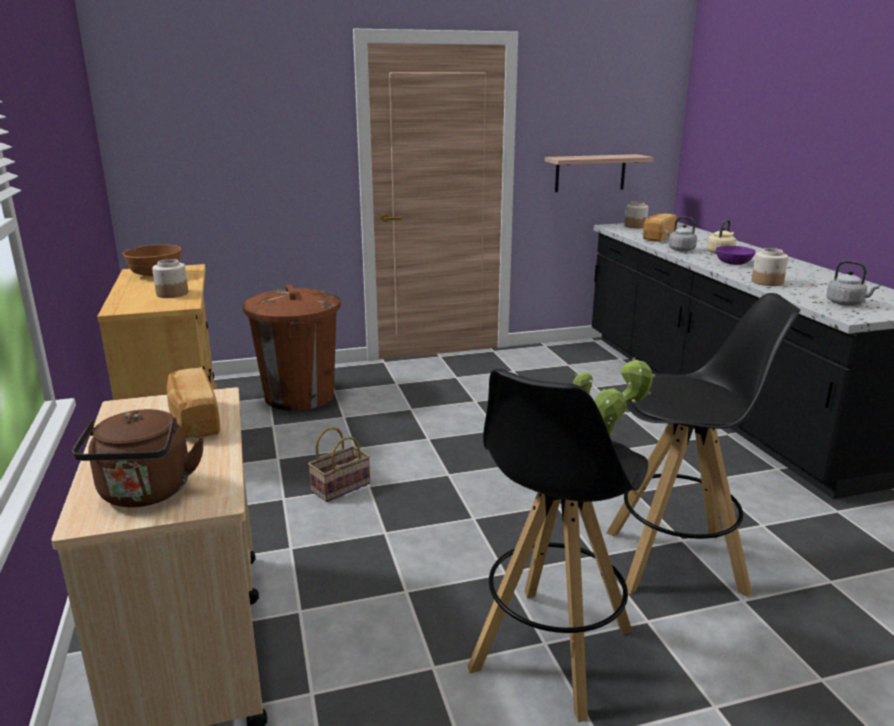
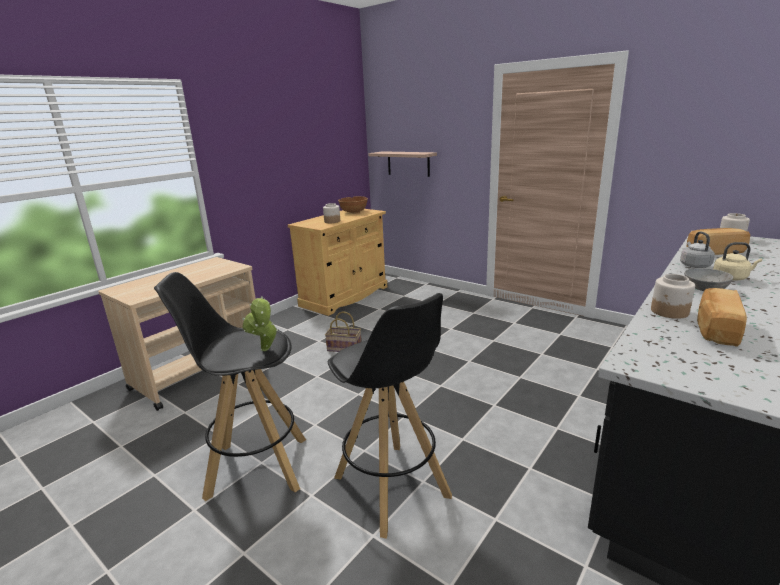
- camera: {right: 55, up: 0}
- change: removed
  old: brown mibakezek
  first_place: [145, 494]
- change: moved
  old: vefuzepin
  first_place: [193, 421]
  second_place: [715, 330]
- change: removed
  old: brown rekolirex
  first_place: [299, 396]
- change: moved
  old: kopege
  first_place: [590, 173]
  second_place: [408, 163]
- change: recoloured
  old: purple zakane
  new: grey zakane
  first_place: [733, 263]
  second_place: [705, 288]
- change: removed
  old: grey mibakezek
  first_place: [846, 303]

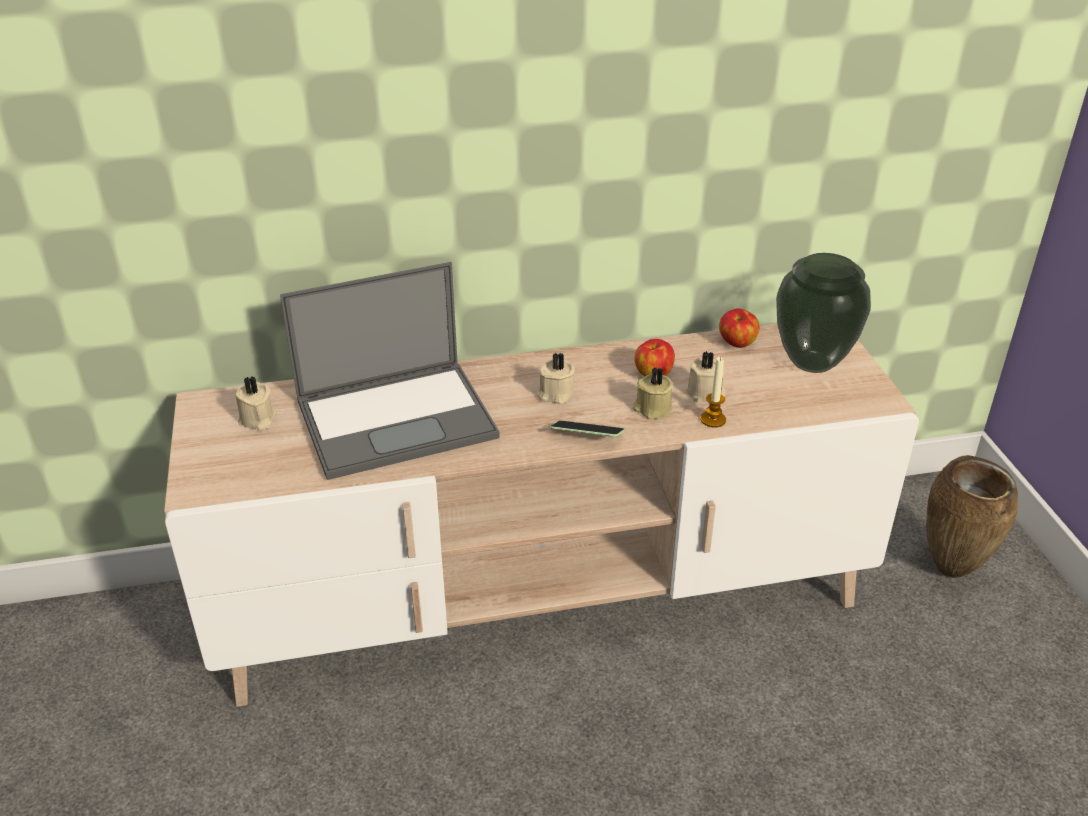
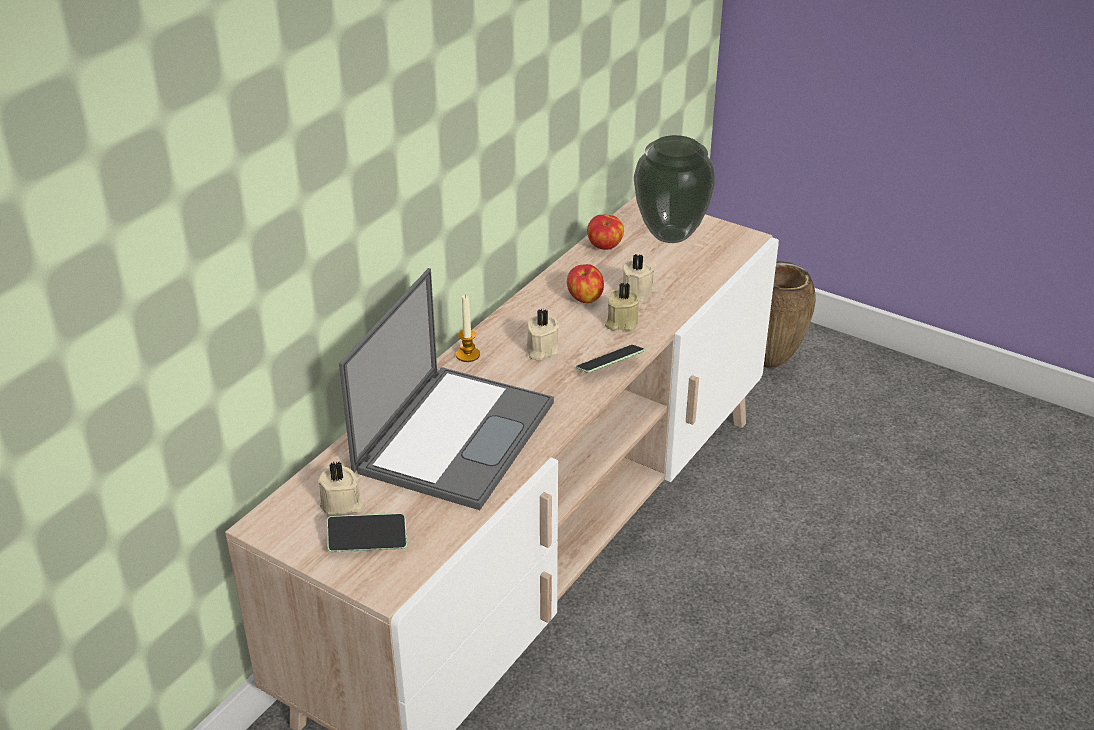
- camera: {right: -45, up: 0}
- change: moved
  old: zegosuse
  first_place: [713, 419]
  second_place: [467, 355]
- change: added
  new: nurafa
  second_place: [367, 541]

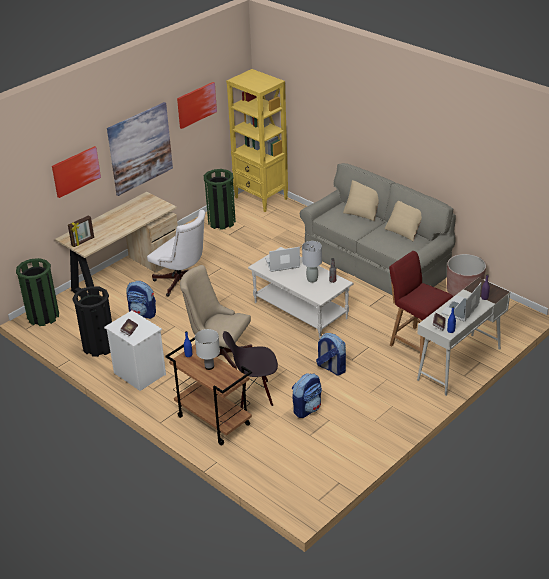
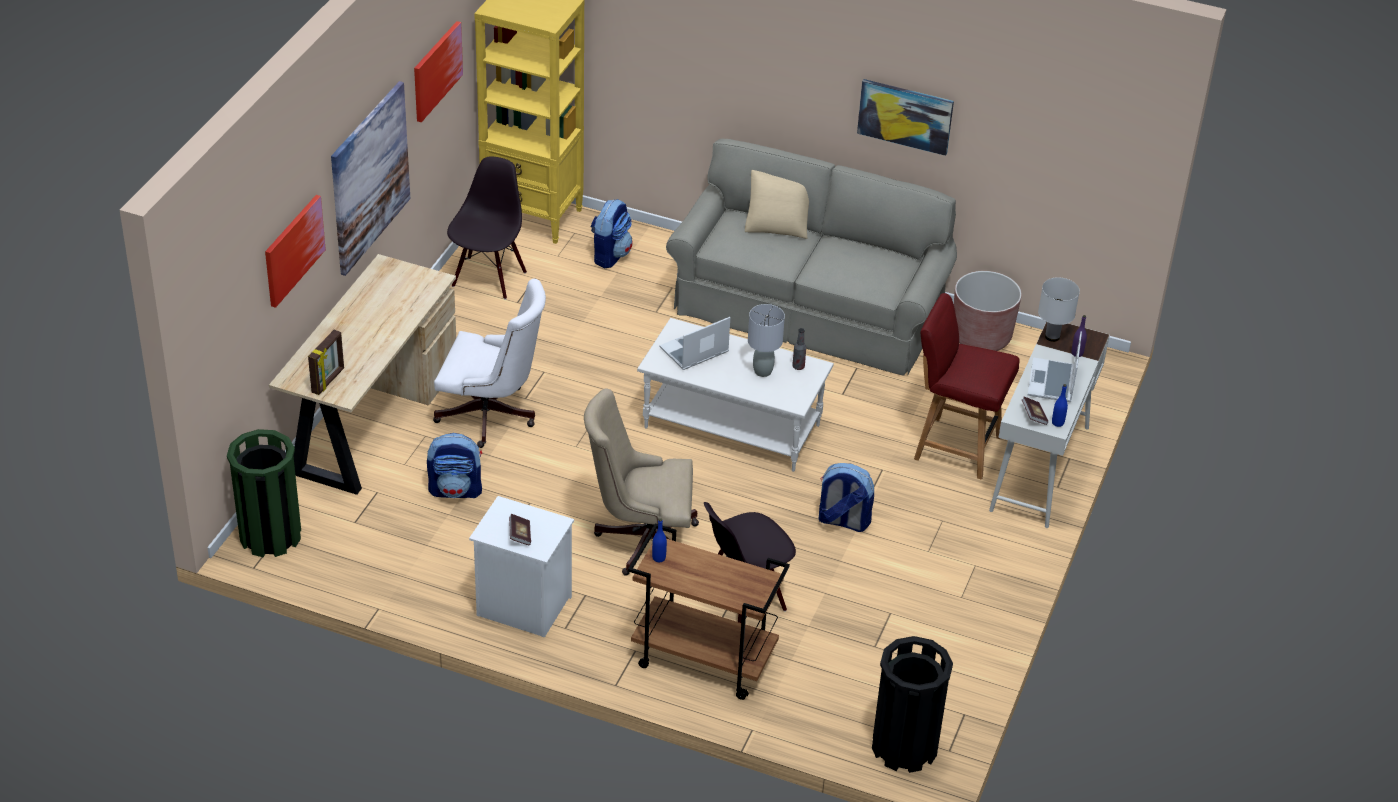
- camera: {right: -25, up: 5}
- change: moved
  old: black rekolirex
  first_place: [99, 346]
  second_place: [904, 746]
- change: moved
  old: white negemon
  first_place: [209, 366]
  second_place: [1052, 336]
- change: replaced
  old: green rekolirex
  new: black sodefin
  first_place: [221, 222]
  second_place: [488, 278]
- change: moved
  old: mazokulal
  first_place: [307, 409]
  second_place: [610, 255]
- change: removed
  old: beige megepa
  first_place: [405, 231]
- change: added
  new: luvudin
  second_place: [905, 116]

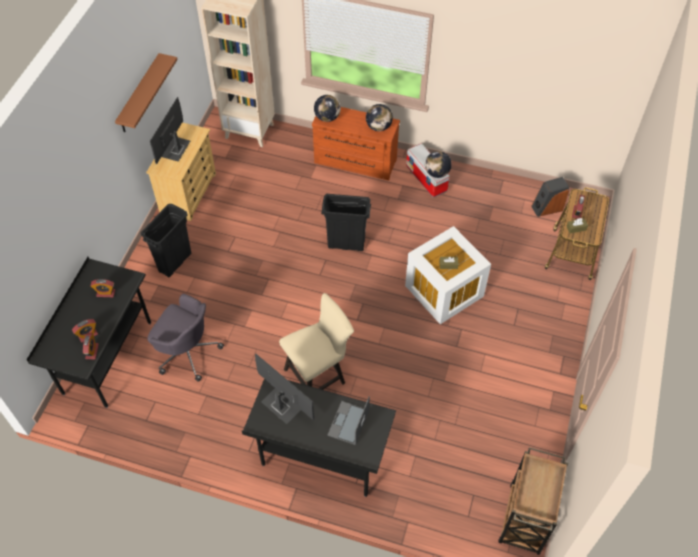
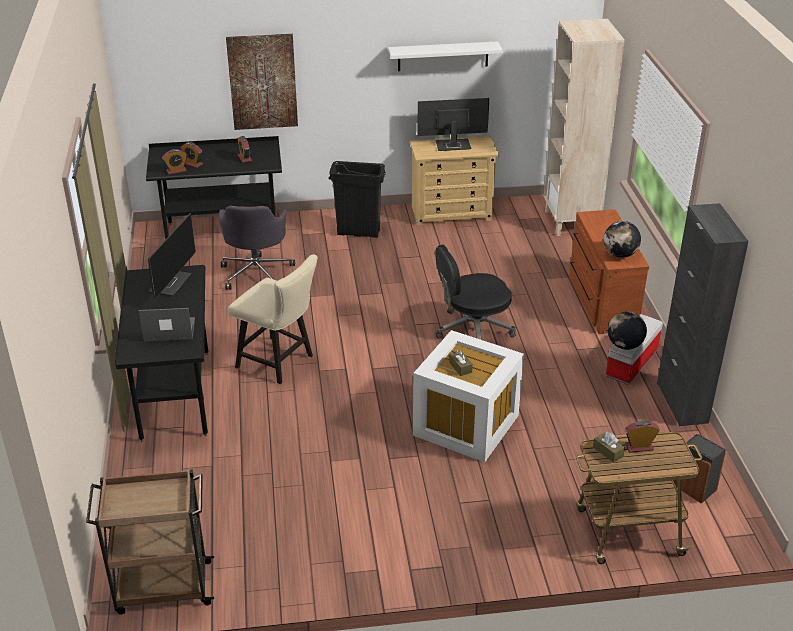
- camera: {right: 65, up: -20}
- change: recoloured
  old: brown kopege
  new: white kopege
  first_place: [139, 94]
  second_place: [443, 56]
- change: removed
  old: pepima
  first_place: [327, 117]
- change: replaced
  old: black rekolirex
  new: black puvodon
  first_place: [346, 244]
  second_place: [472, 330]
- change: added
  new: luvudin
  second_place: [262, 82]
- change: added
  new: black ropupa
  second_place: [682, 403]

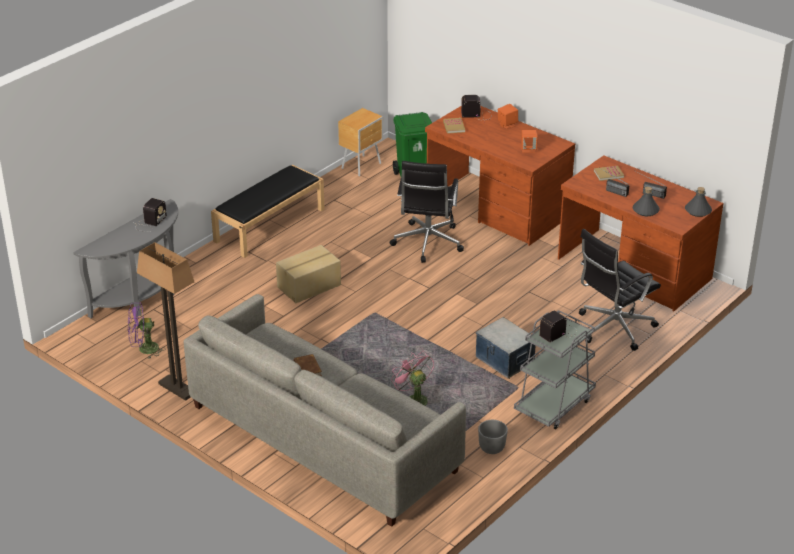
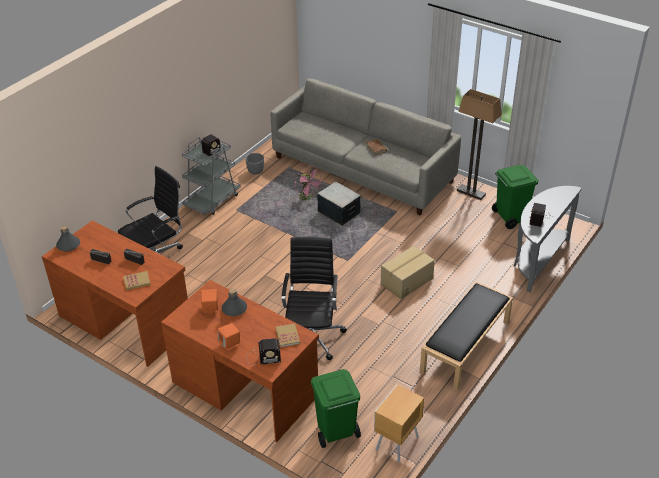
- camera: {right: 175, up: 5}
- change: replaced
  old: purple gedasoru
  new: green rekolirex
  first_place: [144, 349]
  second_place: [510, 218]
- change: moved
  old: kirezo
  first_place: [504, 360]
  second_place: [339, 212]
- change: moved
  old: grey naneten
  first_place: [645, 210]
  second_place: [234, 309]

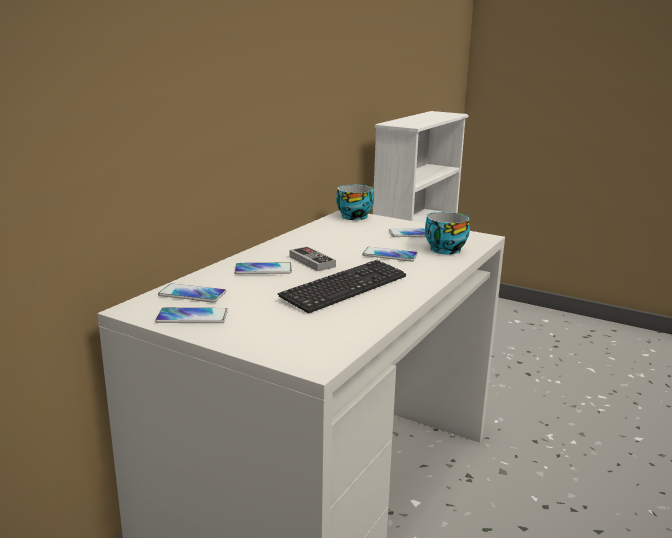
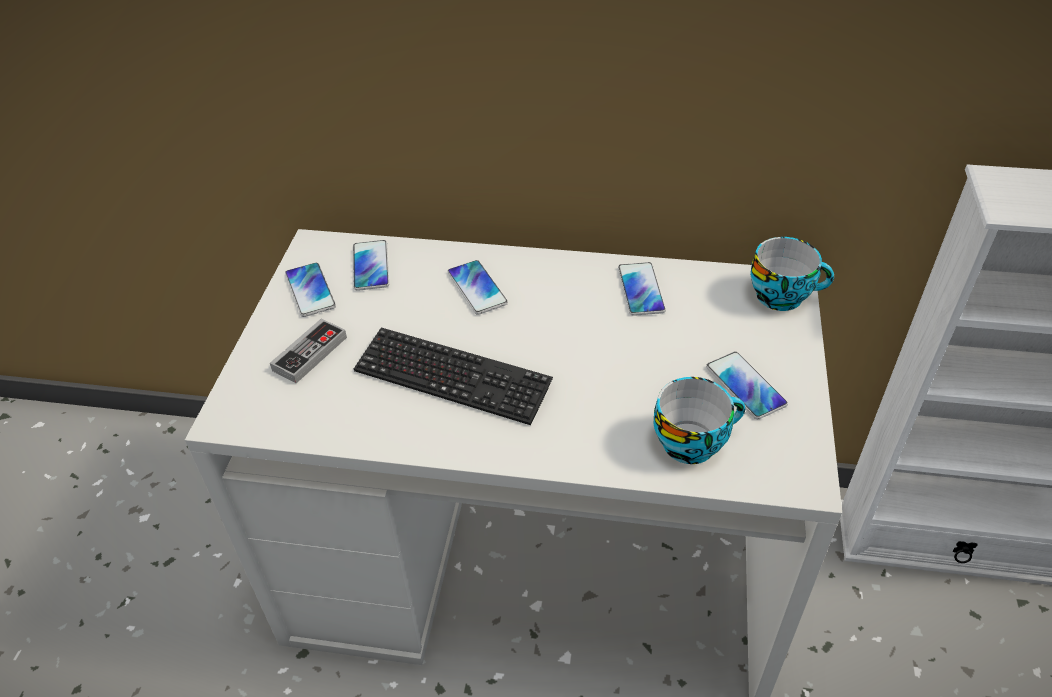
- camera: {right: 70, up: 25}
- change: moved
  old: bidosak
  first_place: [312, 262]
  second_place: [310, 354]
- change: moved
  old: nurafa
  first_place: [390, 255]
  second_place: [640, 290]

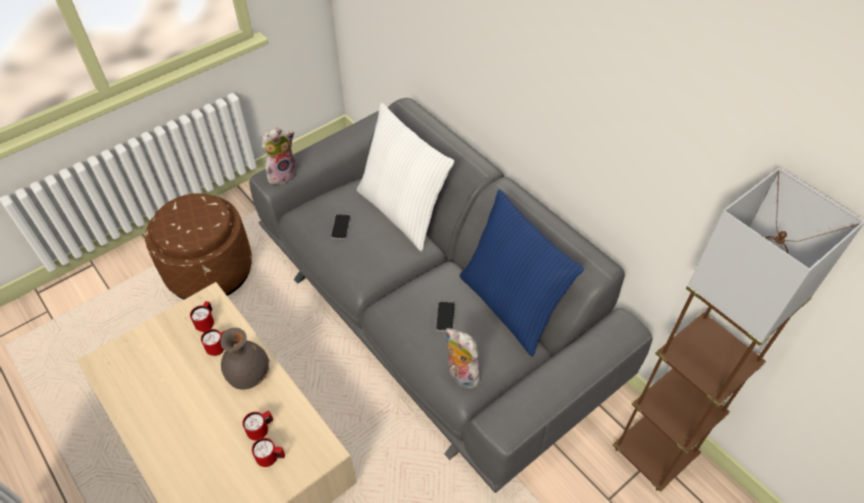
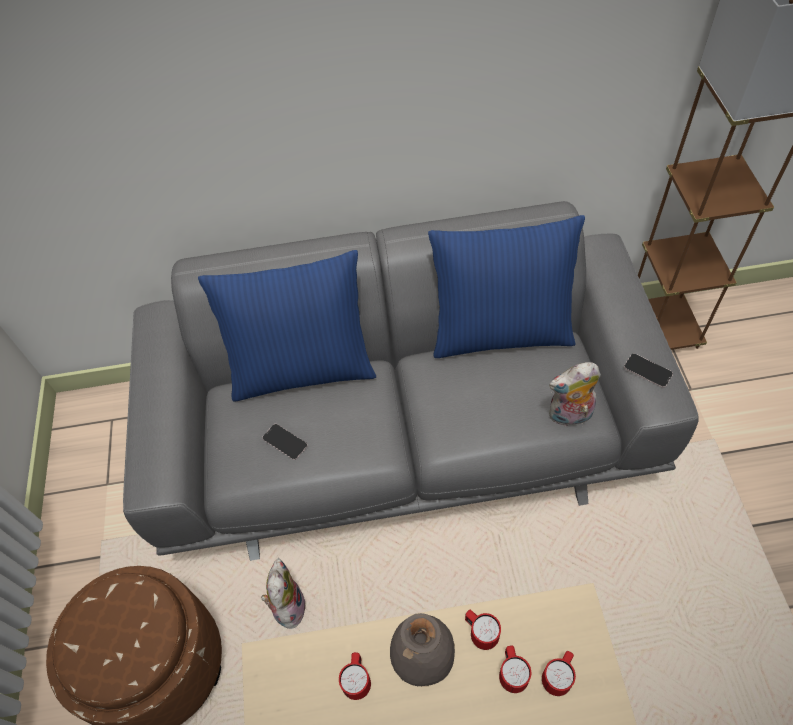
- camera: {right: -55, up: 5}
- change: moved
  old: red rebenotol
  first_place: [206, 323]
  second_place: [480, 633]
- change: moved
  old: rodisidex
  first_place: [282, 174]
  second_place: [287, 606]
- change: recoloured
  old: white megepa
  new: blue megepa
  first_place: [403, 211]
  second_place: [303, 369]
- change: moved
  old: nurafa
  first_place: [445, 317]
  second_place: [648, 371]

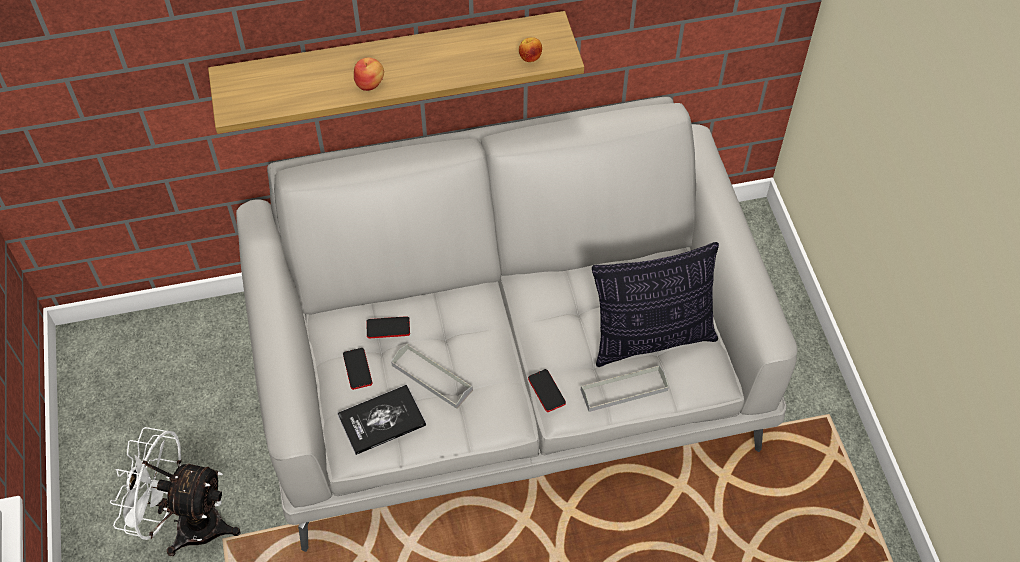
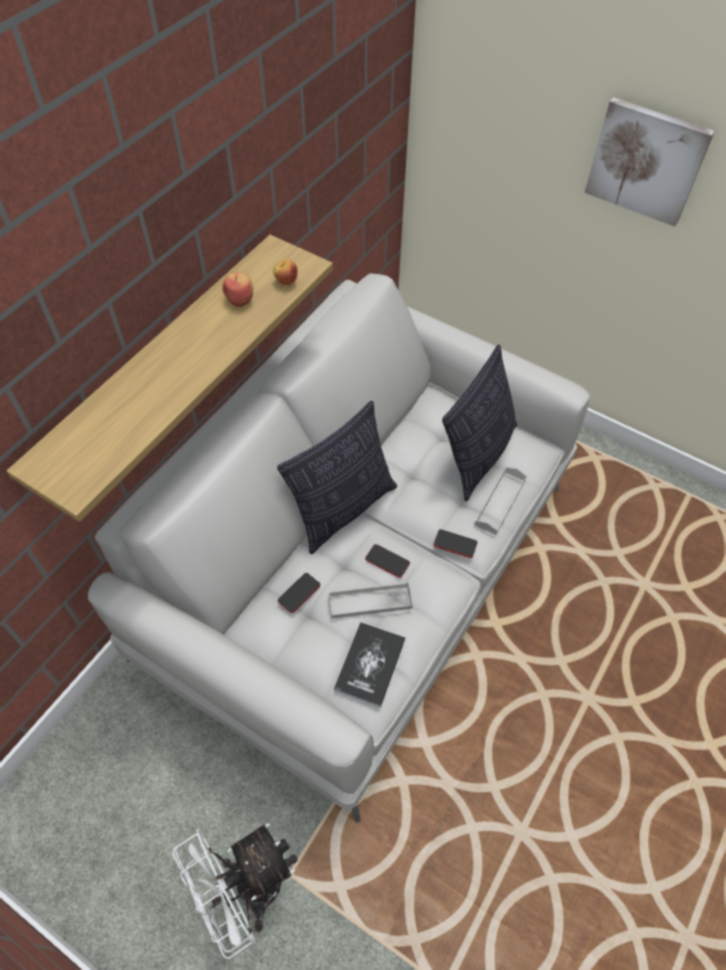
- camera: {right: -45, up: 0}
- change: moved
  old: nurafa
  first_place: [357, 369]
  second_place: [387, 561]
- change: moved
  old: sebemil
  first_place: [370, 83]
  second_place: [240, 299]
- change: added
  new: megepa
  second_place: [343, 509]
- change: added
  new: luvudin
  second_place: [646, 161]

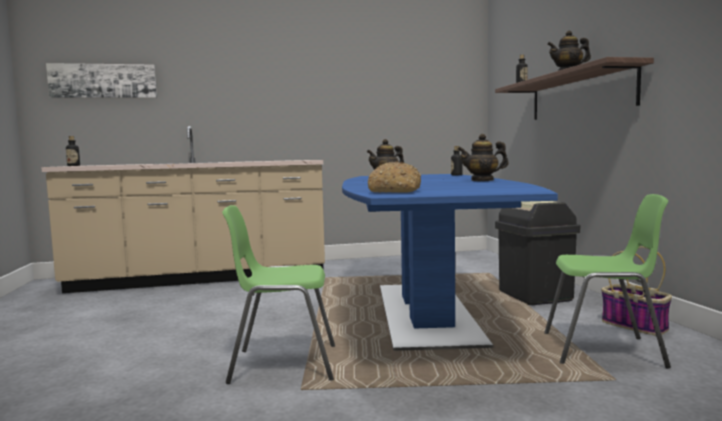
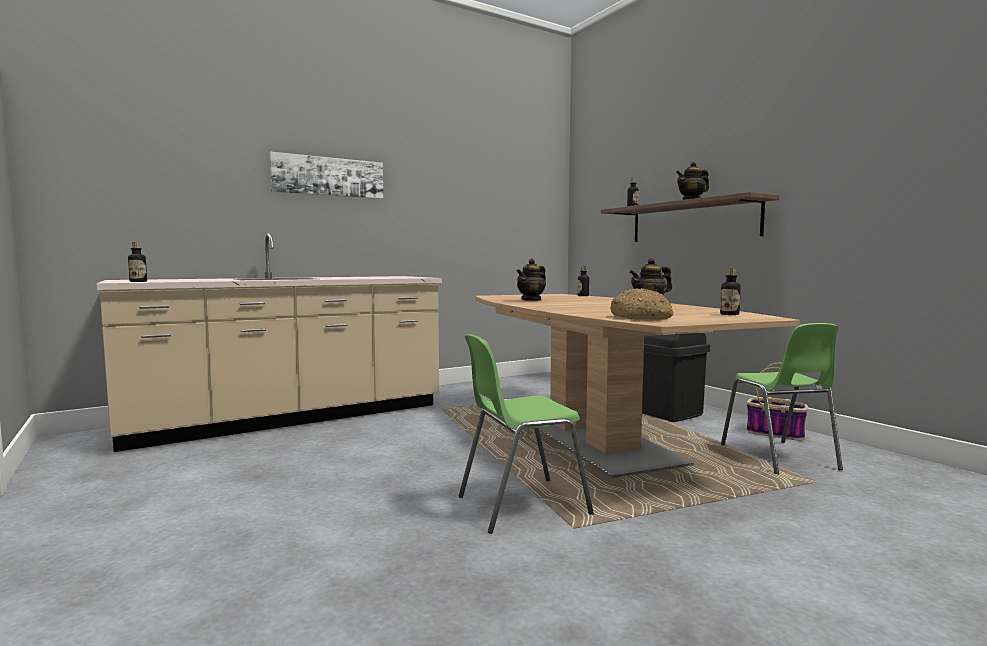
- camera: {right: -20, up: 0}
- change: moved
  old: luvudin
  first_place: [103, 81]
  second_place: [328, 177]
- change: recoloured
  old: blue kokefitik
  new: brown kokefitik
  first_place: [425, 313]
  second_place: [591, 438]
- change: turned
  old: green sodefin
  first_place: [603, 350]
  second_place: [779, 458]
  degrees: 90
- change: added
  new: naneten
  second_place: [729, 314]

